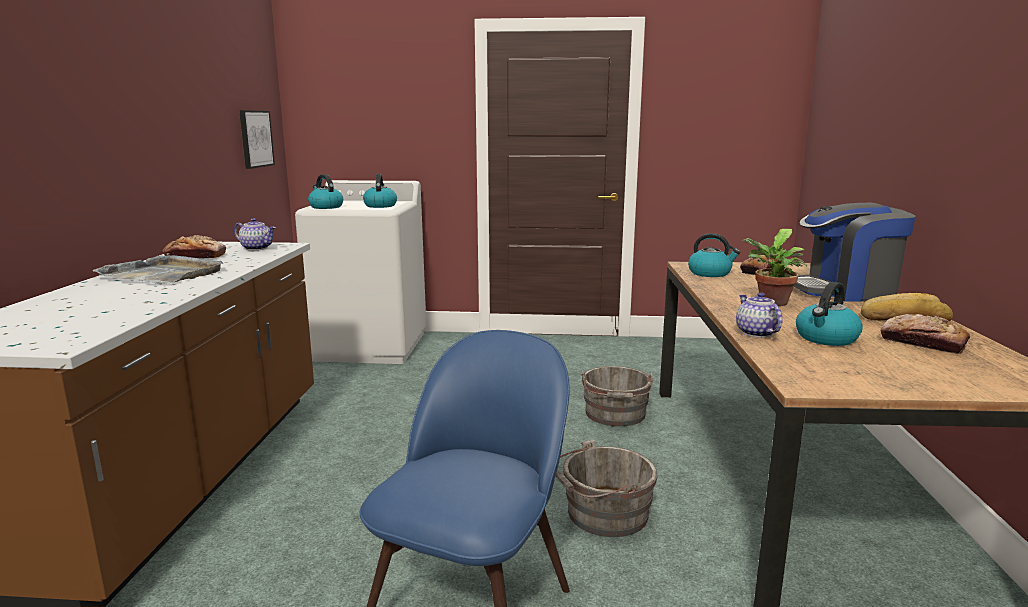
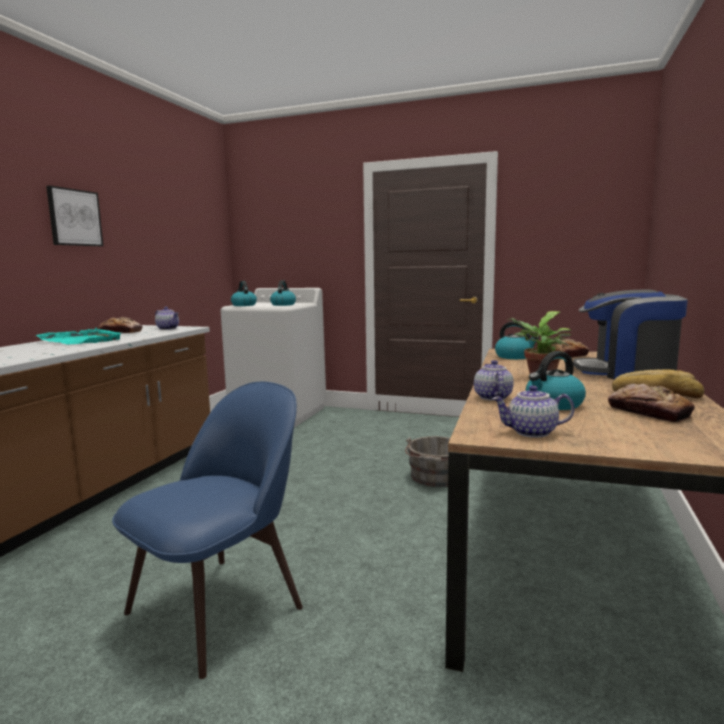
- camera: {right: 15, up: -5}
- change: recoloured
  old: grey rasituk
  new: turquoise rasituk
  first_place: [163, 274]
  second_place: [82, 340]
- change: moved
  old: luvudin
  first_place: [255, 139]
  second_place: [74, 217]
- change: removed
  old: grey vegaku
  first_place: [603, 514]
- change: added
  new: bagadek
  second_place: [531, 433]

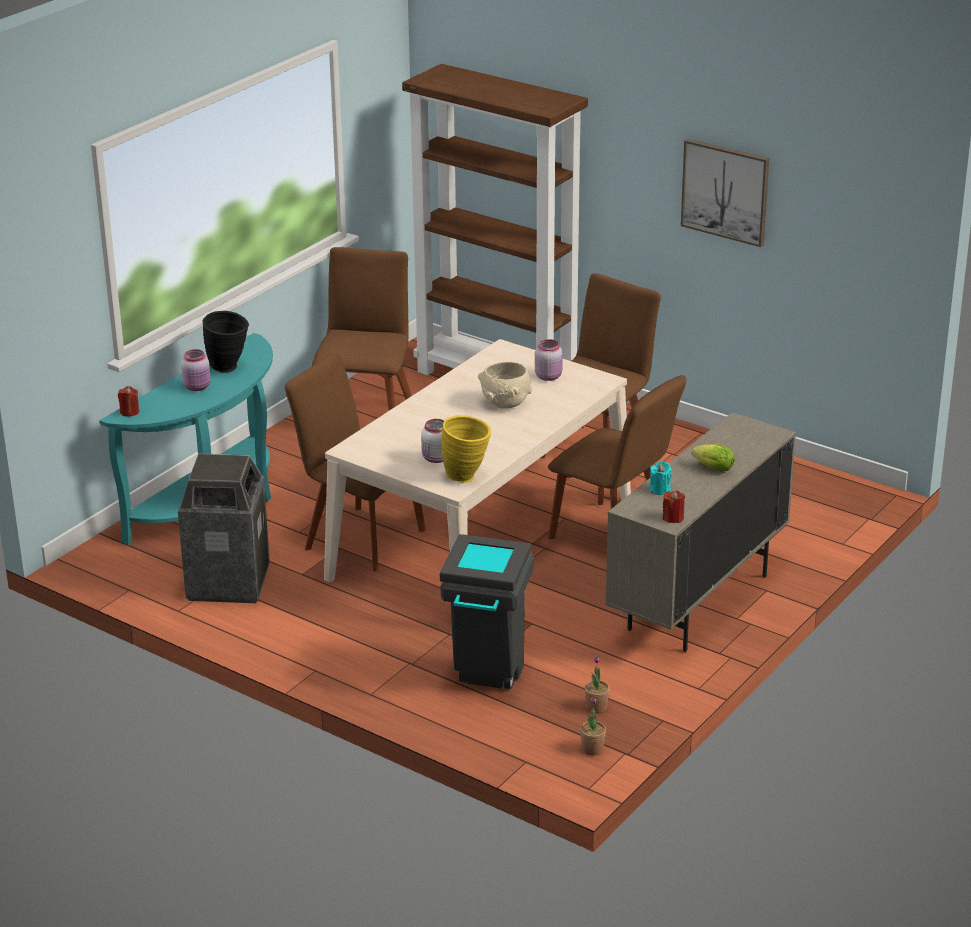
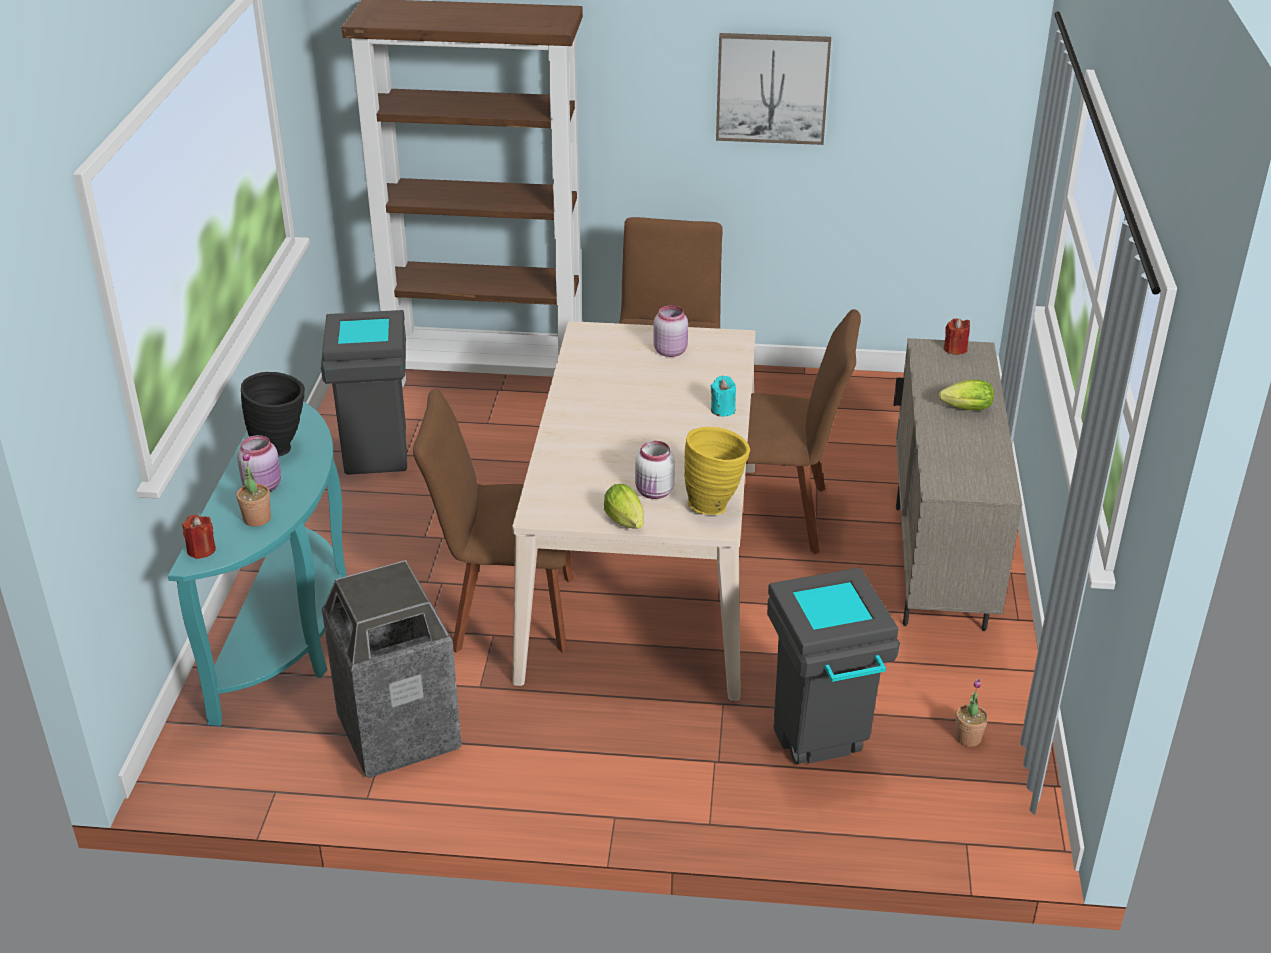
- camera: {right: -30, up: 5}
- change: replaced
  old: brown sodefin
  new: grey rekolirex
  first_place: [366, 416]
  second_place: [376, 456]
- change: removed
  old: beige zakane
  first_place: [505, 404]
- change: moved
  old: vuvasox
  first_place: [592, 749]
  second_place: [257, 519]
- change: moved
  old: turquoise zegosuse
  first_place: [660, 490]
  second_place: [723, 410]
- change: moved
  old: red zegosuse
  first_place: [673, 518]
  second_place: [955, 349]
- change: added
  new: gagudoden
  second_place: [627, 523]

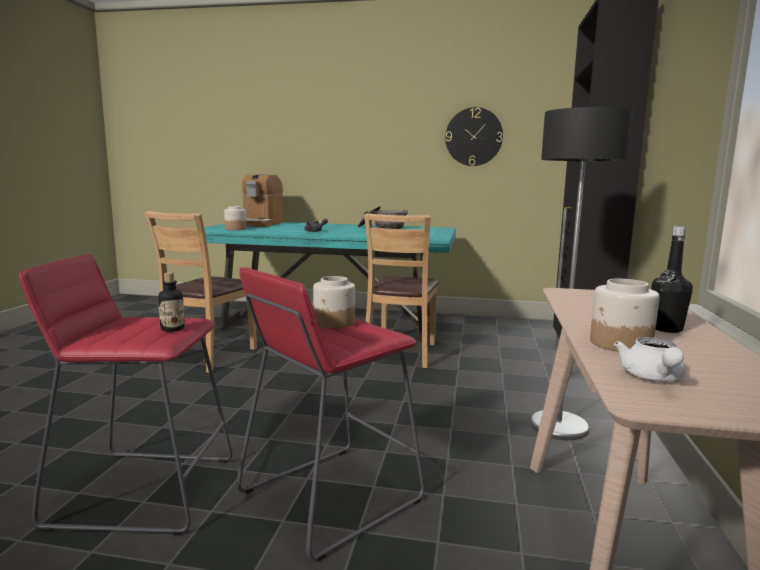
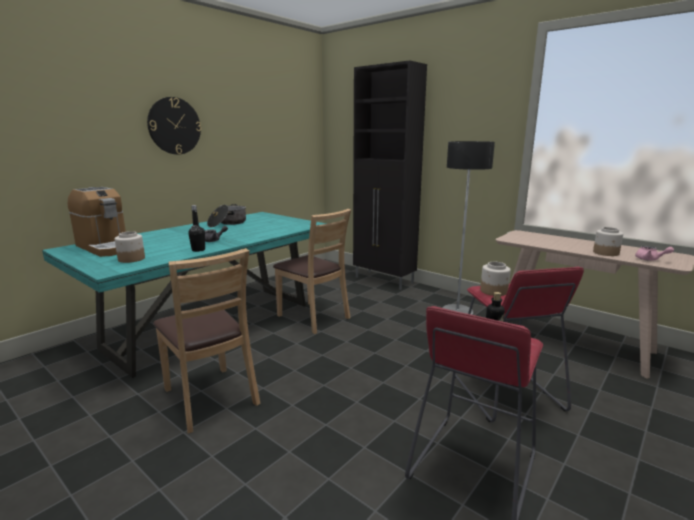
- camera: {right: -60, up: 5}
- change: moved
  old: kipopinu
  first_place: [473, 137]
  second_place: [174, 126]
- change: recoloured
  old: white bagadek
  new: pink bagadek
  first_place: [652, 378]
  second_place: [650, 259]
- change: moved
  old: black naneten
  first_place: [666, 329]
  second_place: [198, 250]

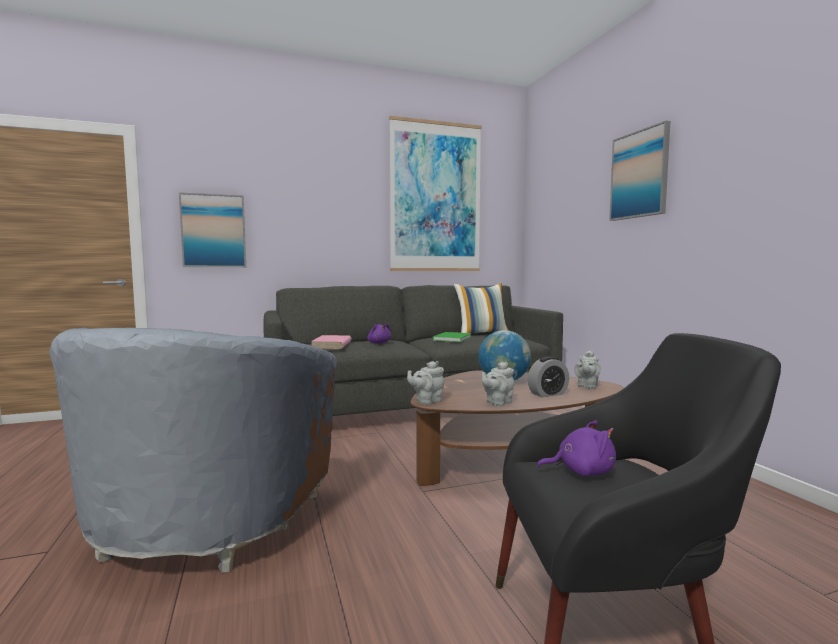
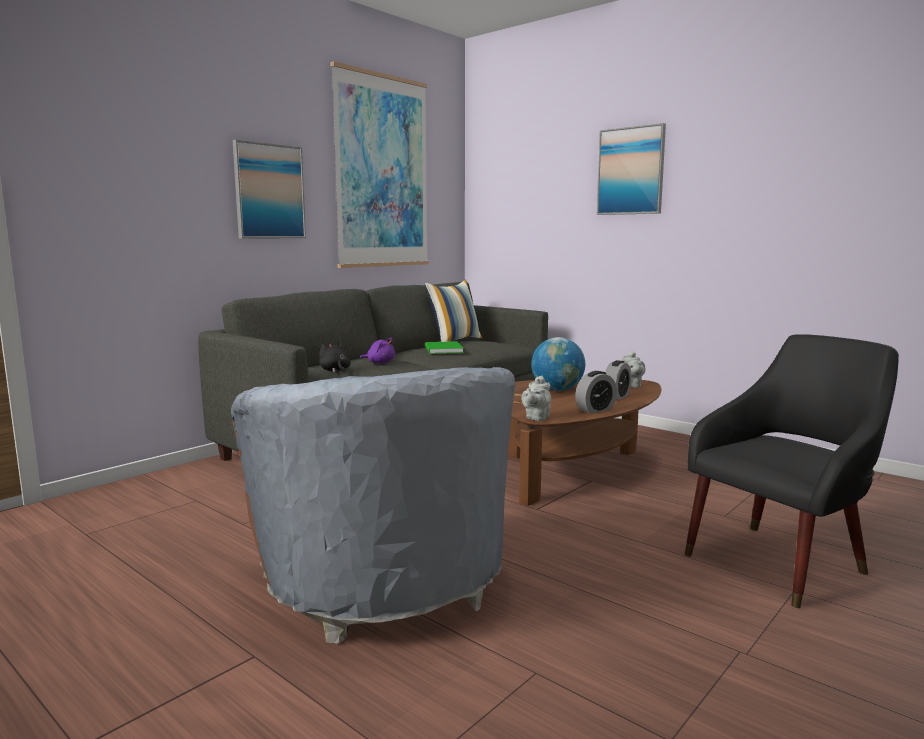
- camera: {right: -30, up: 5}
- change: moved
  old: luvudin
  first_place: [213, 231]
  second_place: [269, 191]
- change: replaced
  old: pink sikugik
  new: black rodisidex
  first_place: [331, 345]
  second_place: [335, 371]
- change: replaced
  old: grey bagadek
  new: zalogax
  first_place: [497, 403]
  second_place: [595, 410]
- change: removed
  old: purple rodisidex
  first_place: [581, 472]

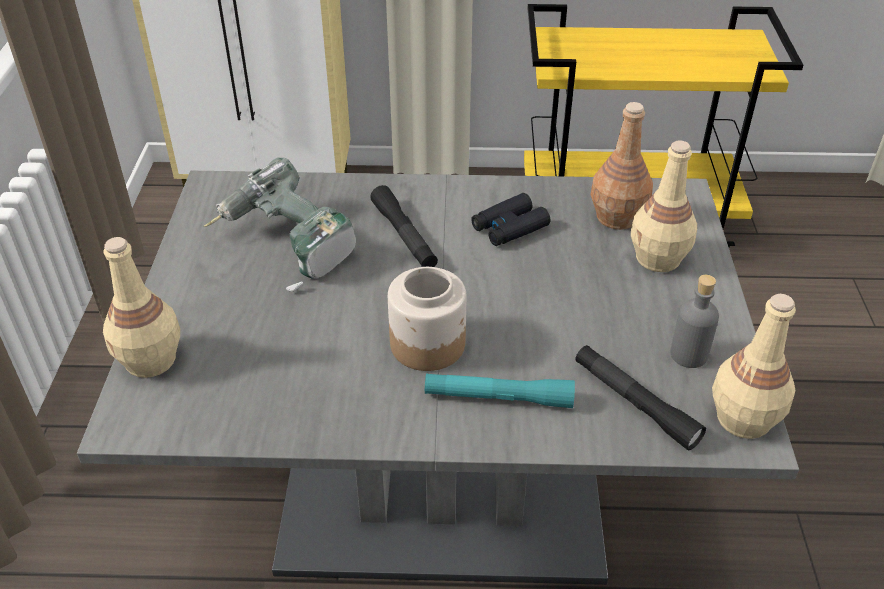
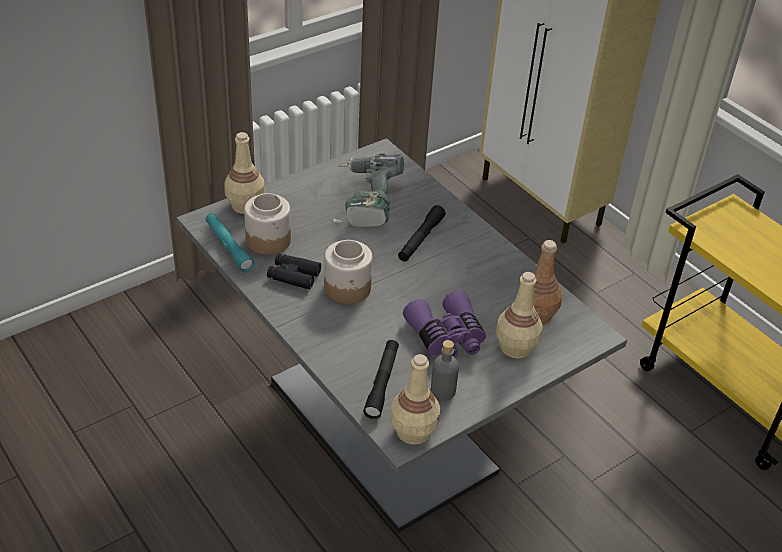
- camera: {right: 50, up: 0}
- change: moved
  old: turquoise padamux
  first_place: [498, 398]
  second_place: [228, 247]
- change: moved
  old: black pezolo
  first_place: [509, 227]
  second_place: [293, 276]
- change: added
  new: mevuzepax
  second_place: [268, 240]
- change: added
  new: purple pezolo
  second_place: [447, 337]

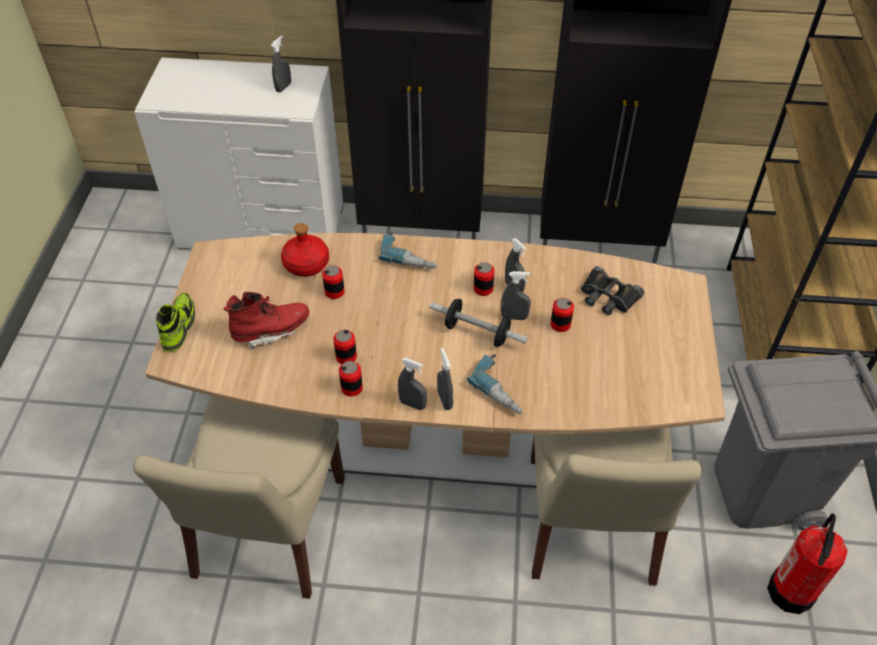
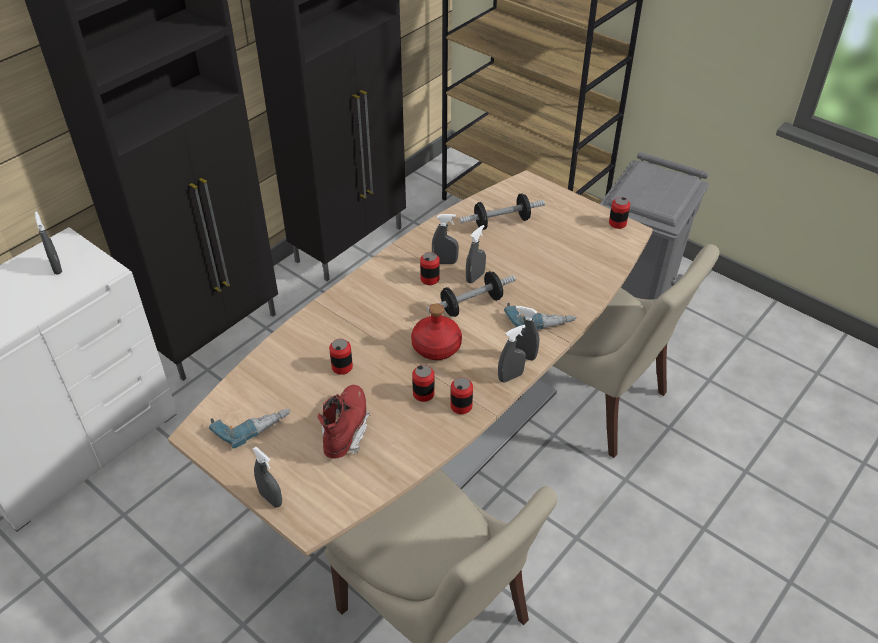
- camera: {right: -55, up: -5}
- change: replaced
  old: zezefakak
  new: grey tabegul
  first_place: [178, 327]
  second_place: [271, 498]
- change: moved
  old: red naneten
  first_place: [306, 264]
  second_place: [436, 347]
- change: moved
  old: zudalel
  first_place: [410, 256]
  second_place: [251, 424]
- change: moved
  old: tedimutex
  first_place: [560, 324]
  second_place: [617, 223]
- change: replaced
  old: black pezolo
  new: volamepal
  first_place: [608, 297]
  second_place: [501, 222]
- change: removed
  old: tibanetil
  first_place: [791, 591]

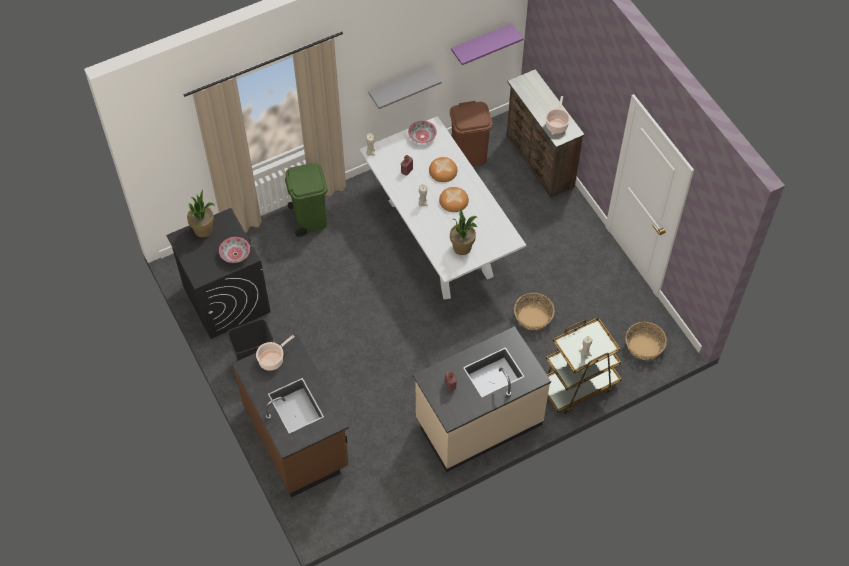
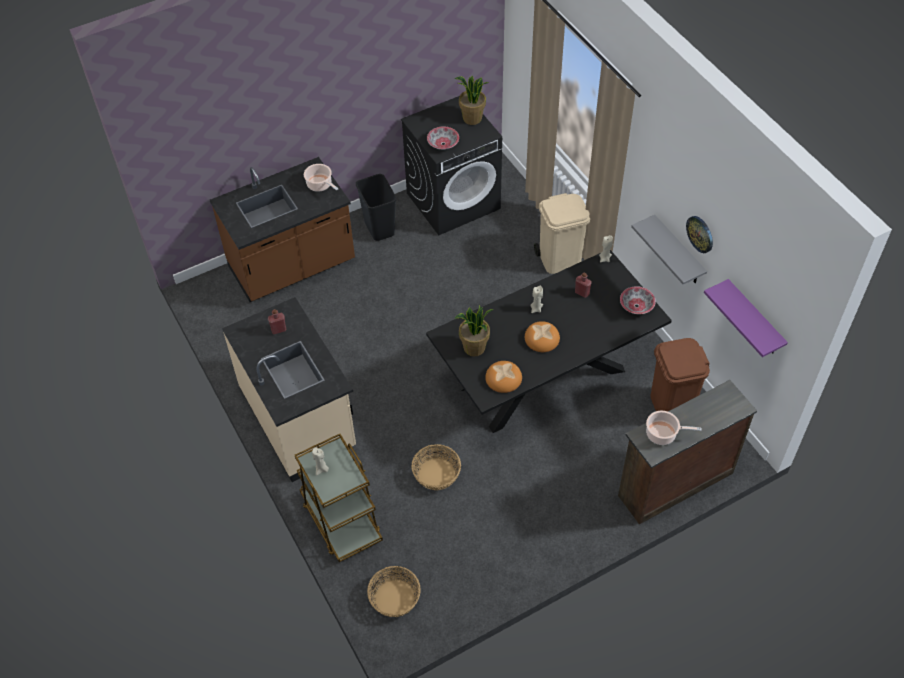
- camera: {right: 90, up: -5}
- change: recoloured
  old: green rekolirex
  new: beige rekolirex
  first_place: [309, 218]
  second_place: [560, 259]
- change: recoloured
  old: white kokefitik
  new: black kokefitik
  first_place: [439, 238]
  second_place: [544, 378]
- change: moved
  old: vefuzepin
  first_place: [443, 171]
  second_place: [503, 378]
- change: added
  new: kipopinu
  second_place: [700, 234]

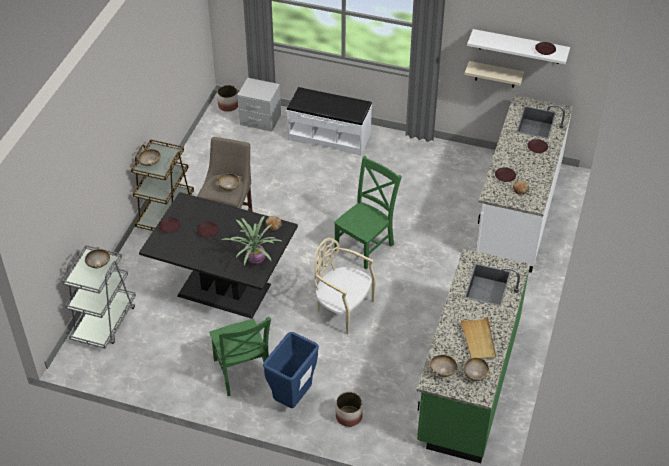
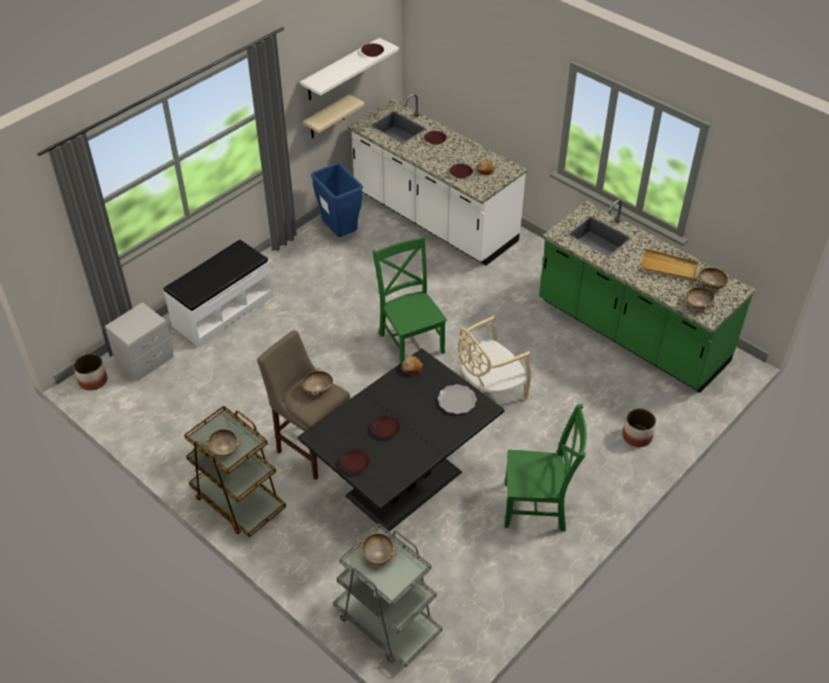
- camera: {right: -65, up: 0}
- change: replaced
  old: vuvasox
  new: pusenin
  first_place: [255, 259]
  second_place: [456, 400]
- change: moved
  old: blue rekolirex
  first_place: [292, 399]
  second_place: [340, 233]

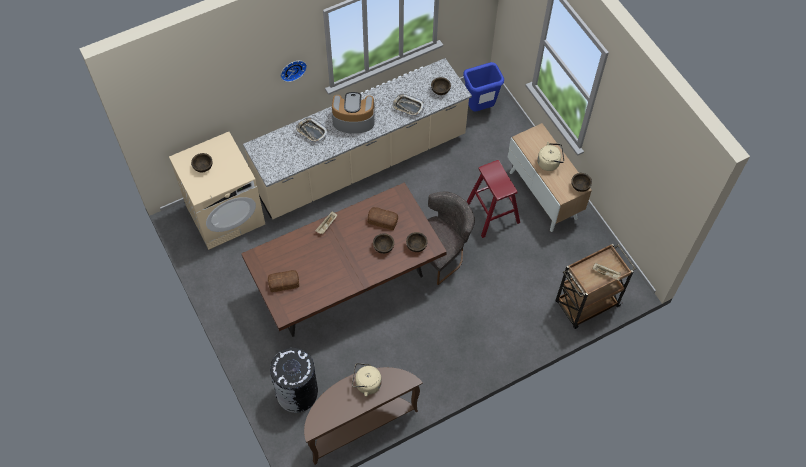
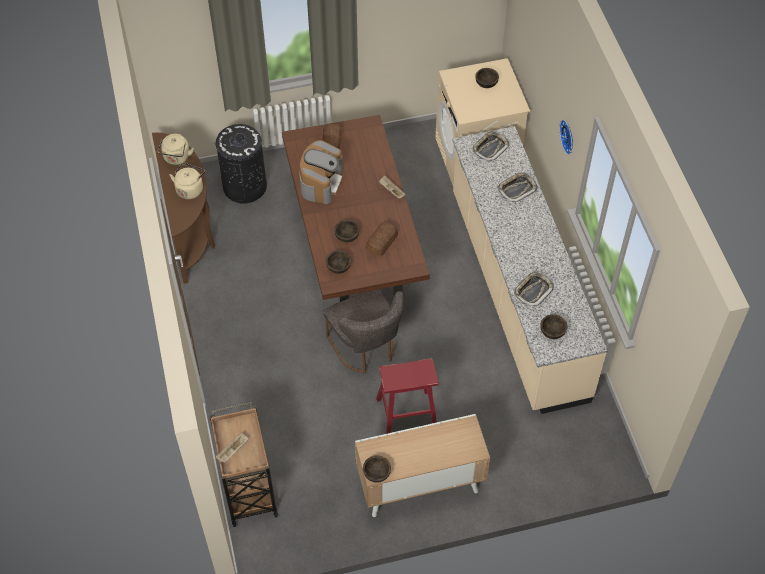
- camera: {right: 105, up: -5}
- change: moved
  old: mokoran
  first_place: [353, 120]
  second_place: [321, 182]
- change: removed
  old: blue rekolirex
  first_place: [479, 108]
- change: moved
  old: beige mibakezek
  first_place: [549, 163]
  second_place: [176, 158]
- change: added
  new: rasituk
  second_place: [490, 148]

